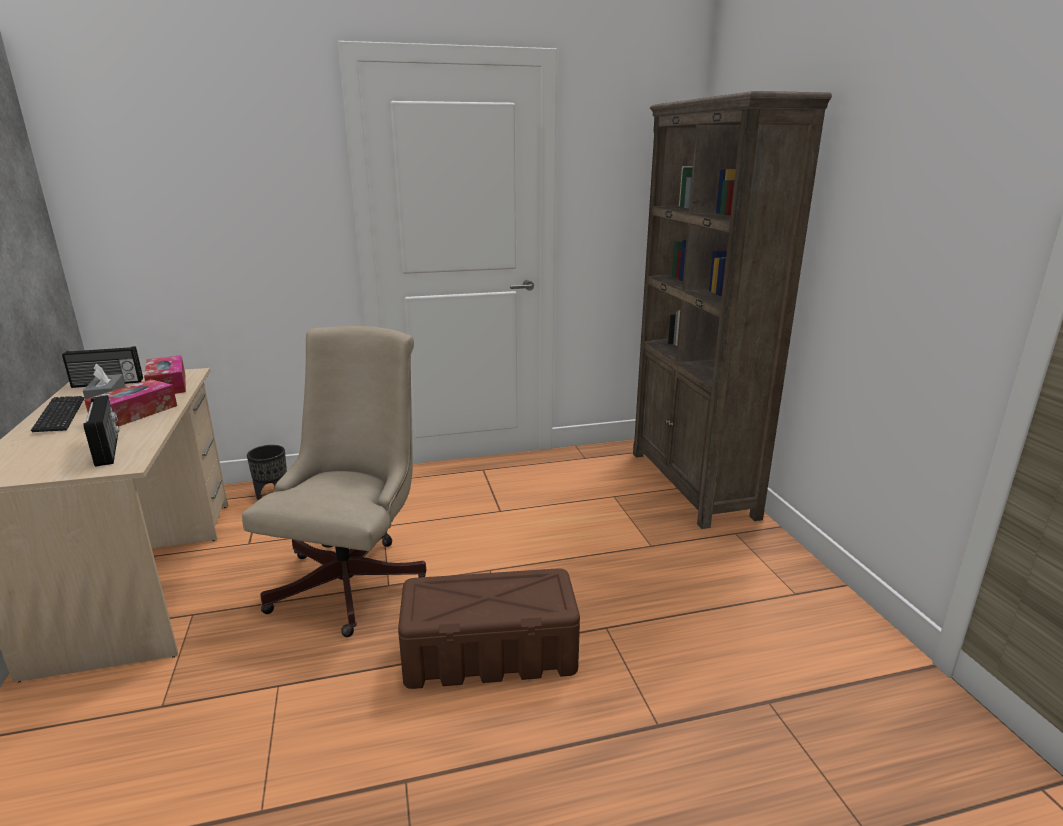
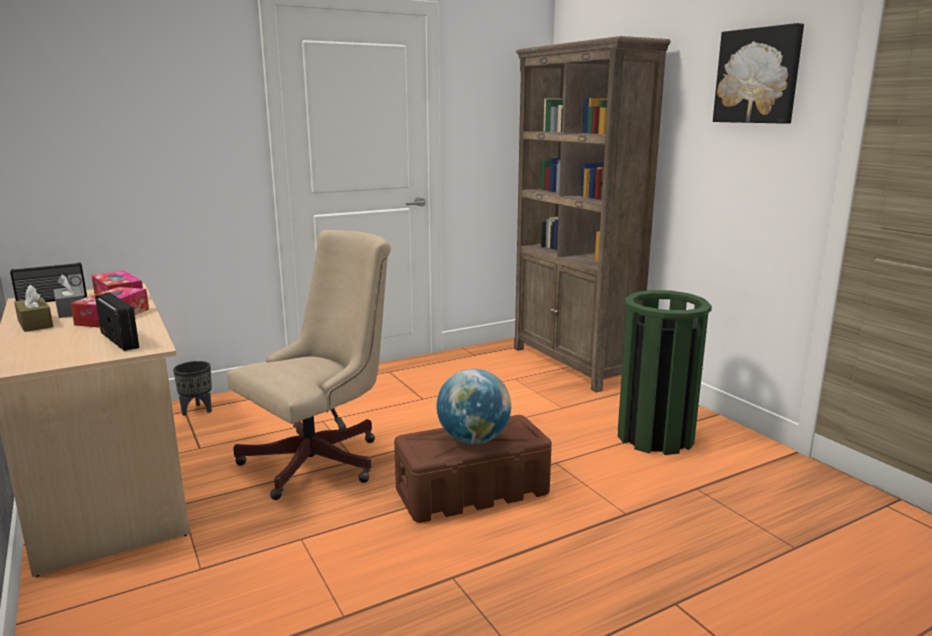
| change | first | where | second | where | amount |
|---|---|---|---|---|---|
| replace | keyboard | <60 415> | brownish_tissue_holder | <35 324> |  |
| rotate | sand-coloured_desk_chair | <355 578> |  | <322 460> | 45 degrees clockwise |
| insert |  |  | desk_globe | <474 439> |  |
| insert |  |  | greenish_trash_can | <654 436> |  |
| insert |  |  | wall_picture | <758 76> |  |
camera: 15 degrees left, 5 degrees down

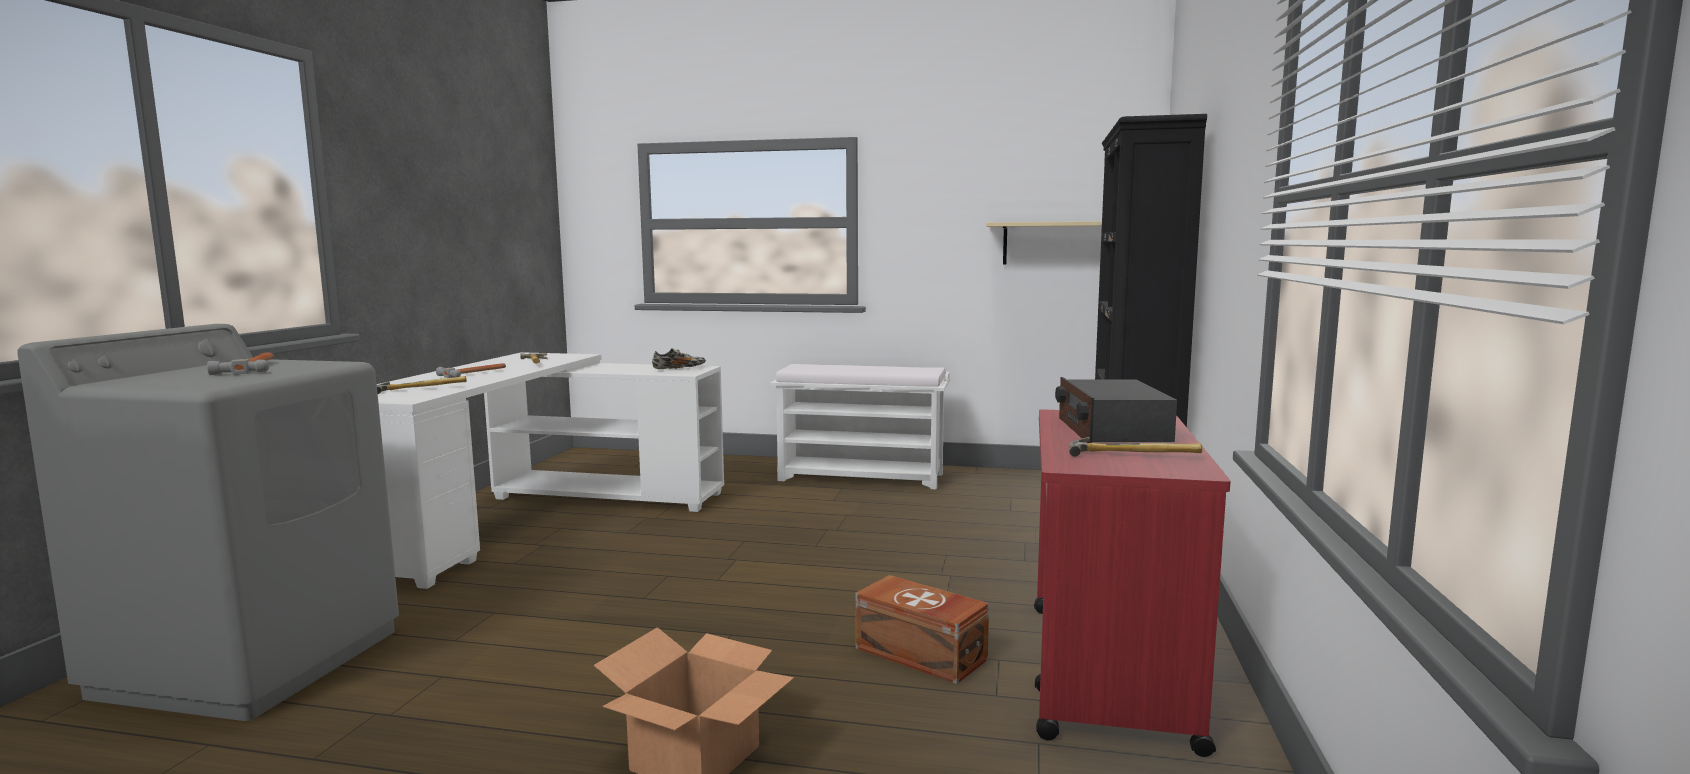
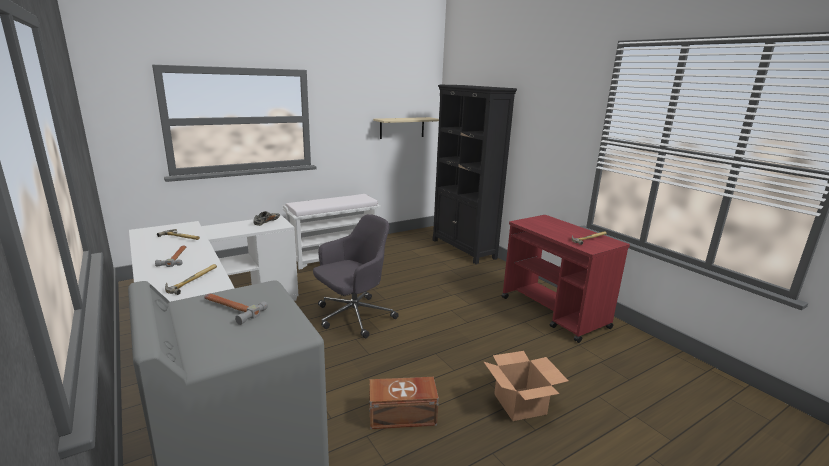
| change | first | where | second | where | amount |
|---|---|---|---|---|---|
| move | brownish_storage_container | <921 655> |  | <403 416> |  |
| delete | radio_set | <1111 430> |  |  |  |
| insert |  |  | gray_desk_chair | <353 317> |  |
camera: 45 degrees left, 10 degrees up

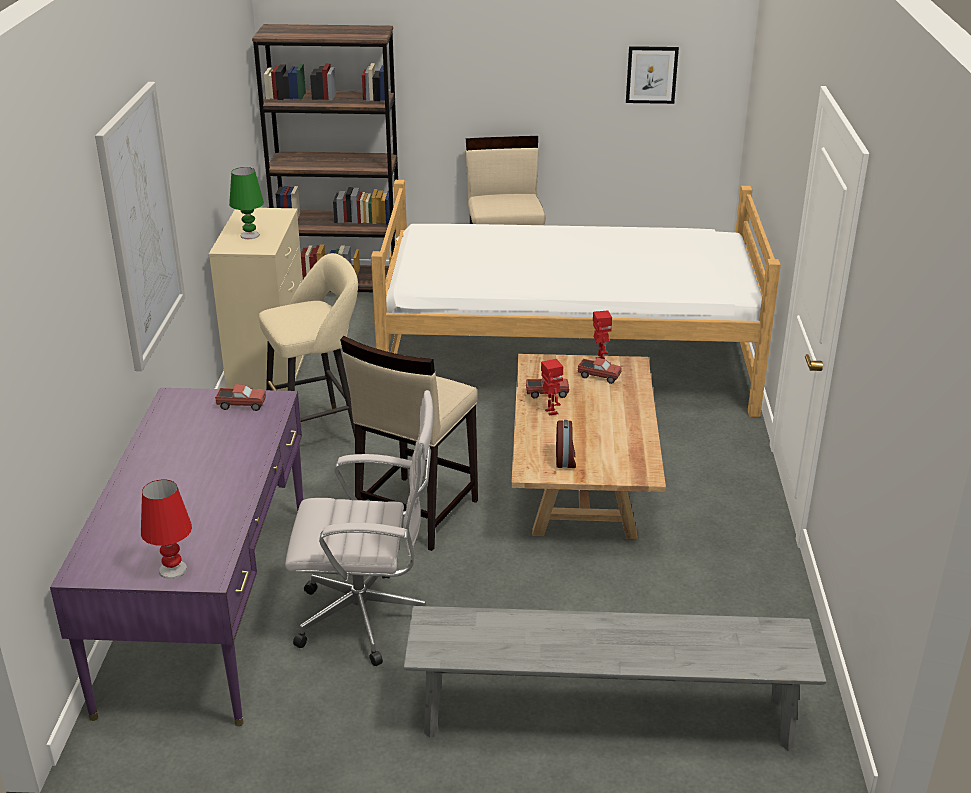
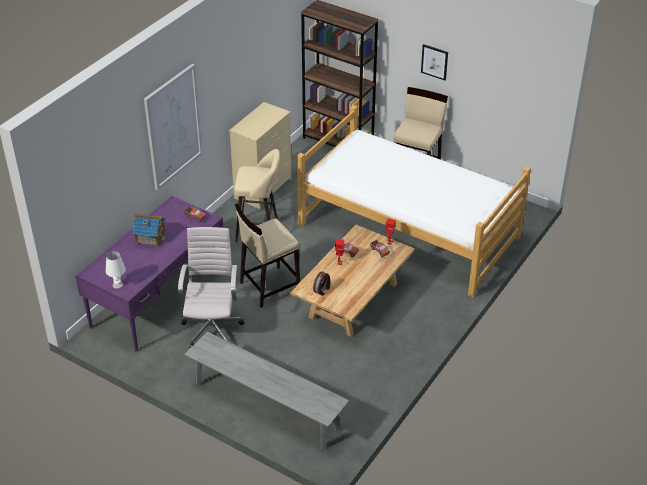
| change | first | where | second | where | amount |
|---|---|---|---|---|---|
| recolor | reddish_tabletop_lamp | <173 569> | white-coloured_tabletop_lamp | <118 285> |  |
| delete | greenish_tabletop_lamp | <250 235> |  |  |  |
| rotate | white-coloured_desk_chair | <369 618> |  | <212 328> | 120 degrees counterclockwise |
| move | wall_picture | <651 74> |  | <434 62> |  |
| insert |  |  | miniature_house | <150 237> |  |
camera: 30 degrees right, 10 degrees up

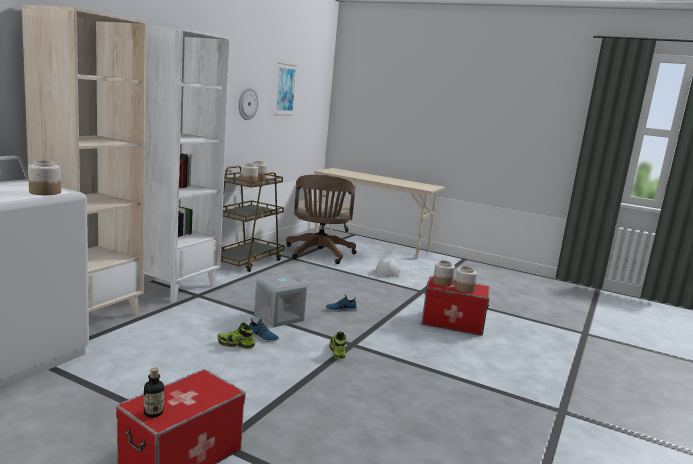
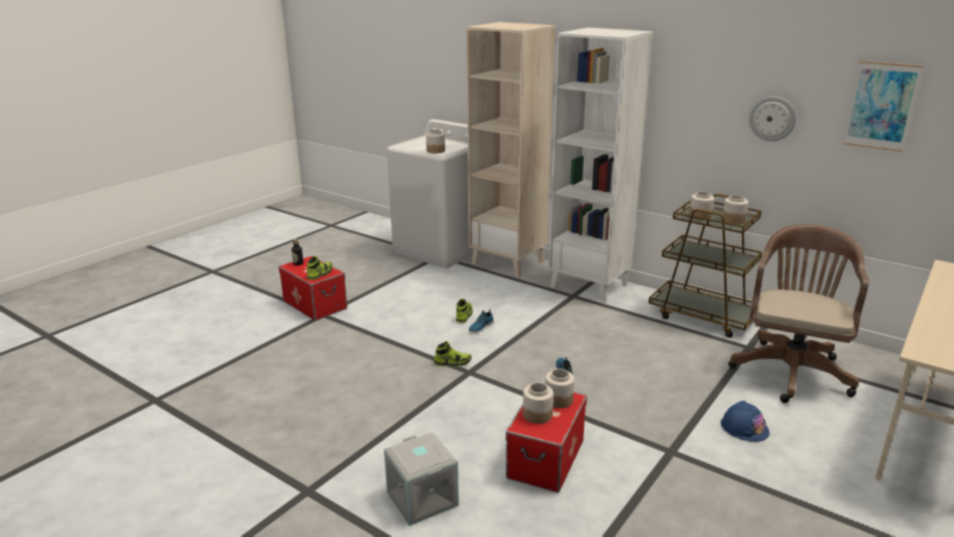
| change | first | where | second | where | amount |
|---|---|---|---|---|---|
| move | gray_storage_container | <279 317> |  | <421 499> |  |
| rotate | brownish_desk_chair | <319 254> |  | <791 369> | 105 degrees clockwise |
| recolor | white-coloured_safety_helmet | <387 273> | blue-coloured_safety_helmet | <744 427> |  |
| insert |  |  | low_shoe | <320 274> |  |
camera: 100 degrees right, 10 degrees up

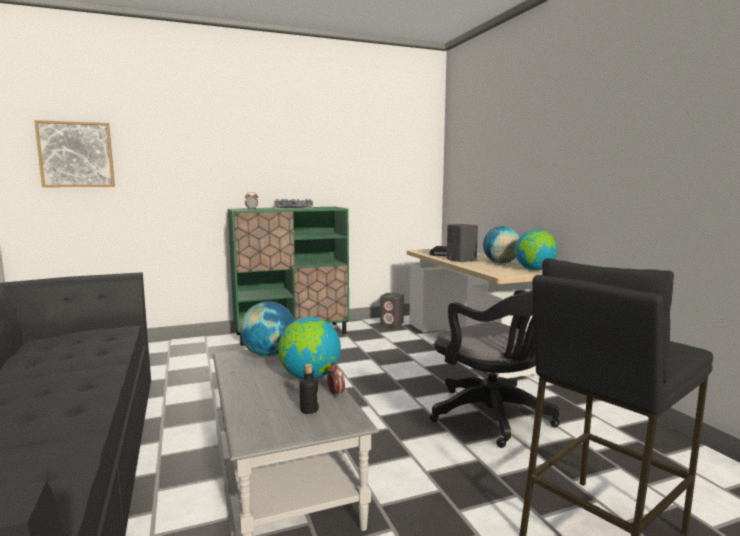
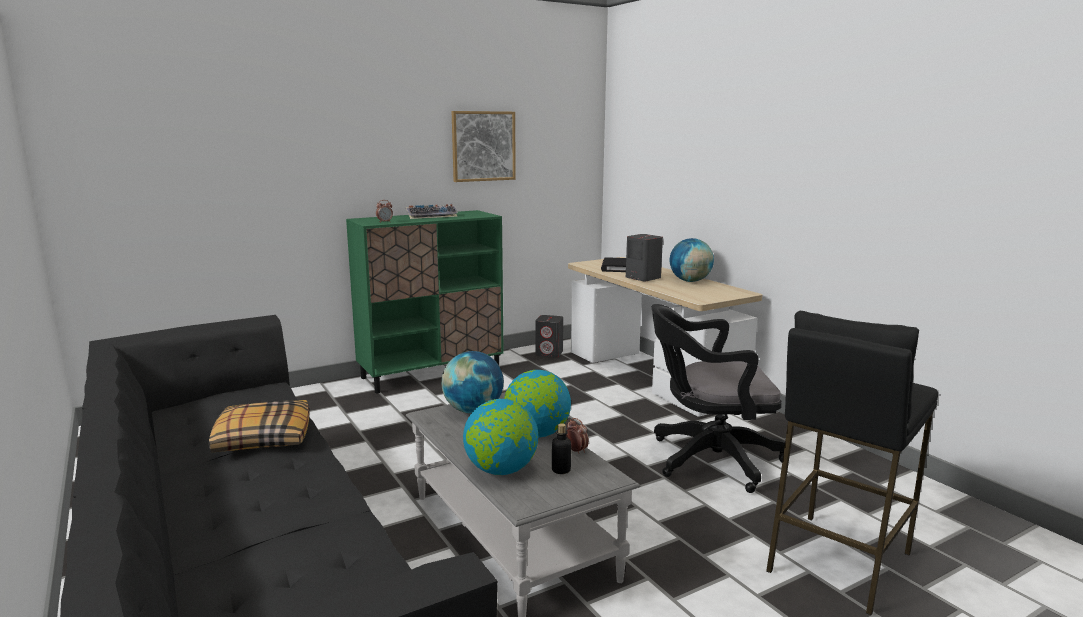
| change | first | where | second | where | amount |
|---|---|---|---|---|---|
| move | wall_picture | <76 154> |  | <483 146> |  |
| rotate | black-coloured_desk_chair | <496 418> |  | <708 459> | 135 degrees clockwise |
| move | desk_globe | <534 270> |  | <501 470> |  |
| insert |  |  | throw_pillow | <262 438> |  |
camera: 10 degrees left, 5 degrees up

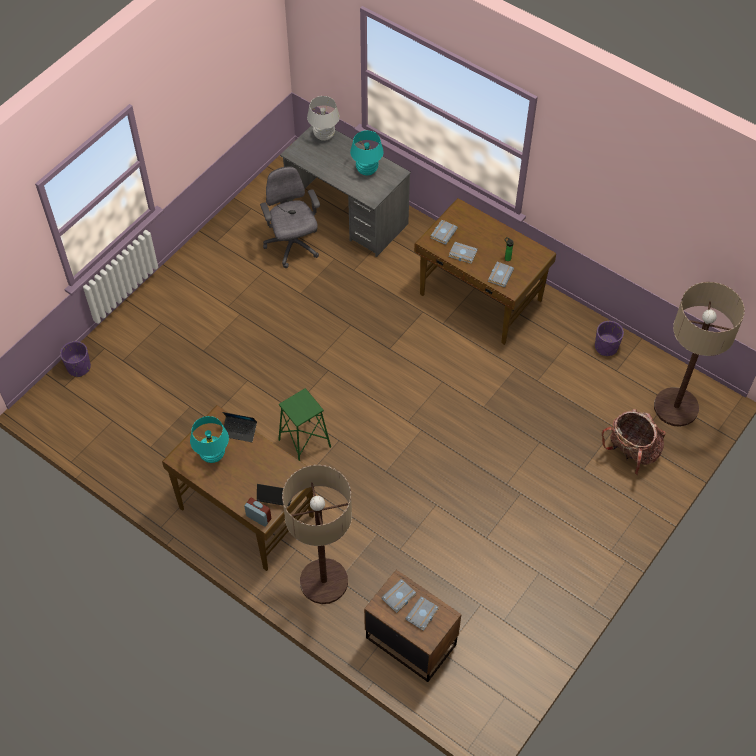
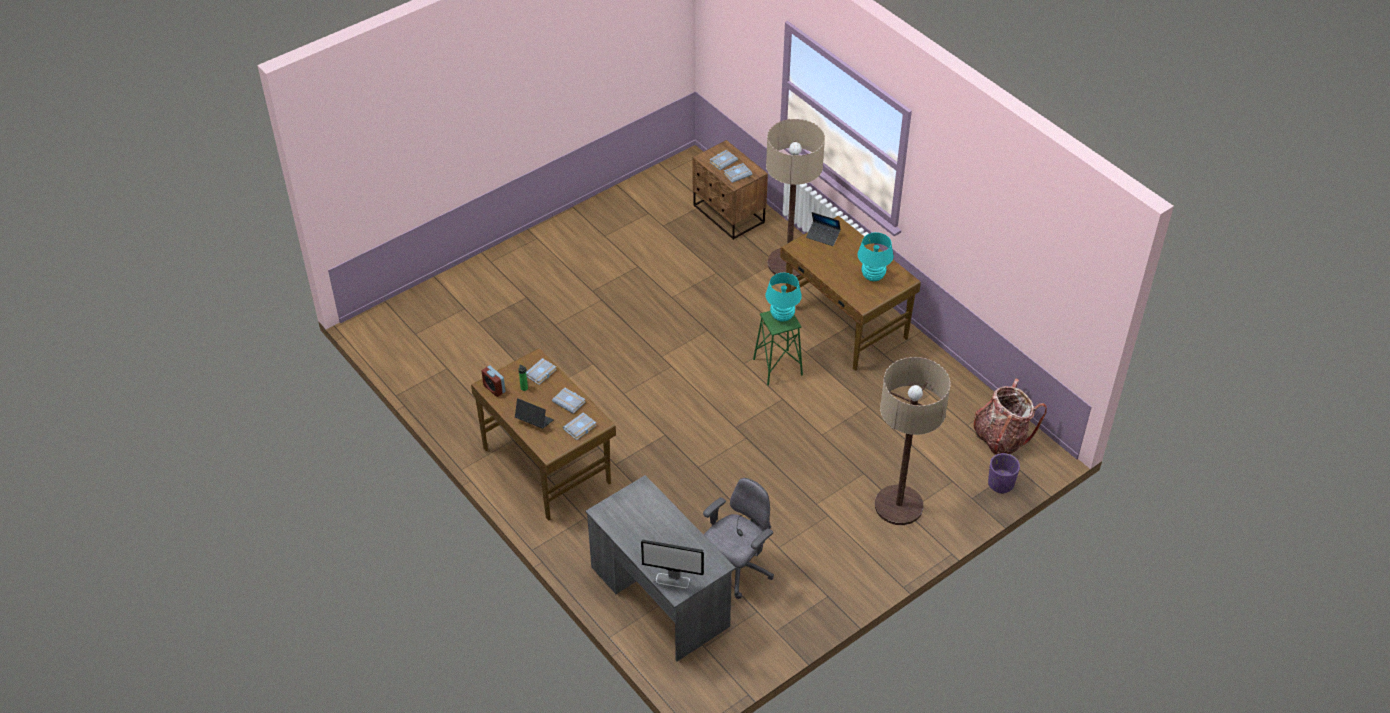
| change | first | where | second | where | amount |
|---|---|---|---|---|---|
| move | notebook_computer | <239 431> |  | <534 421> |  |
| move | alarm_clock | <258 517> |  | <494 389> |  |
| rotate | gray_desk_chair | <293 246> |  | <737 569> | 135 degrees counterclockwise |
| replace | white-coloured_tabletop_lamp | <324 136> | computer_screen | <673 580> |  |
| move | turquoise_tabletop_lamp | <367 170> |  | <782 316> |  |
| delete | purplish_flower_pot | <606 347> |  |  |  |
| move | knapsack | <631 452> |  | <1001 438> |  |
| move | standing_lamp | <676 407> |  | <899 506> |  |
camera: 165 degrees left, 10 degrees down

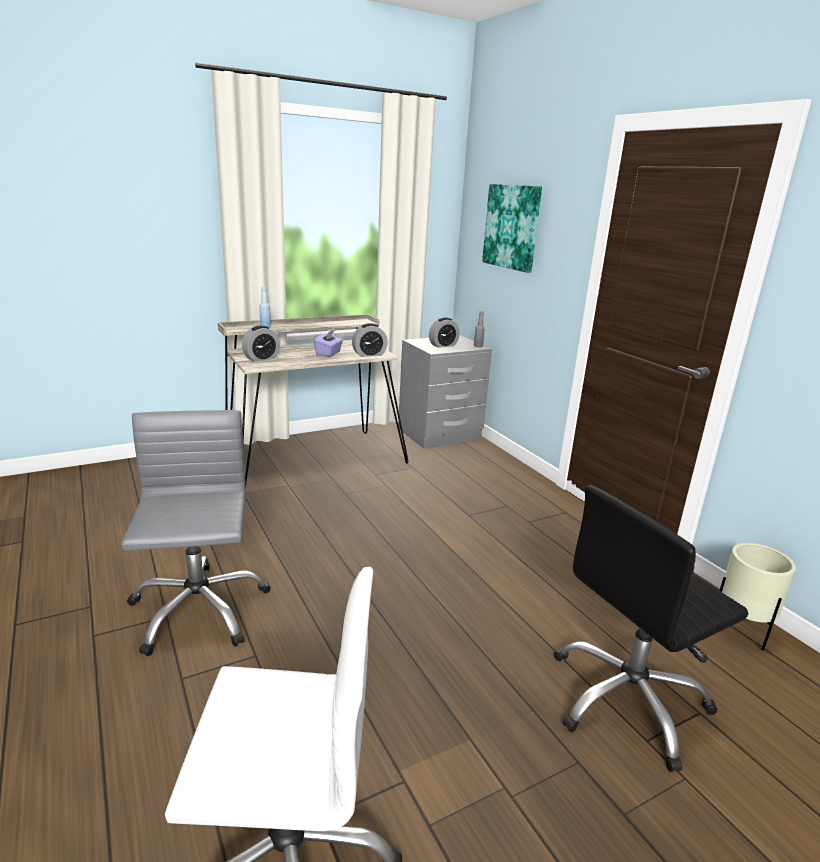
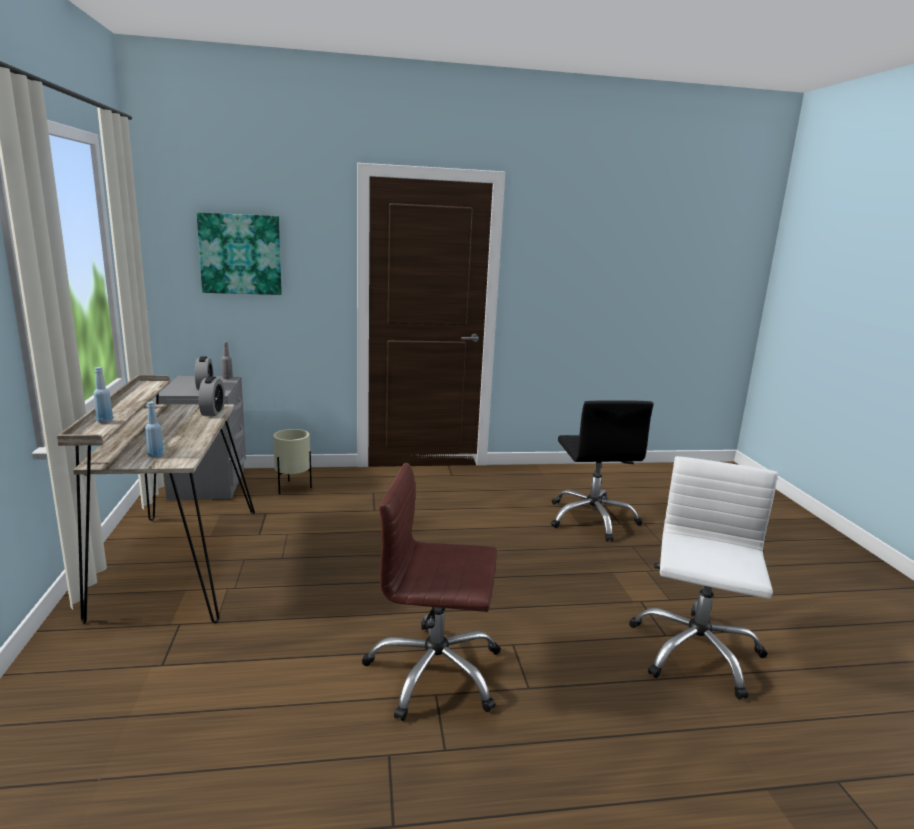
| change | first | where | second | where | amount |
|---|---|---|---|---|---|
| recolor | gray_desk_chair | <198 609> | brownish_desk_chair | <434 672> |  |
| replace | alarm_clock | <261 358> | blue-coloured_bottle | <155 455> |  |
| delete | purplish_tissue_holder | <328 353> |  |  |  |
| move | sand-coloured_flower_pot | <739 632> |  | <293 488> |  |
camera: 70 degrees left, 5 degrees down

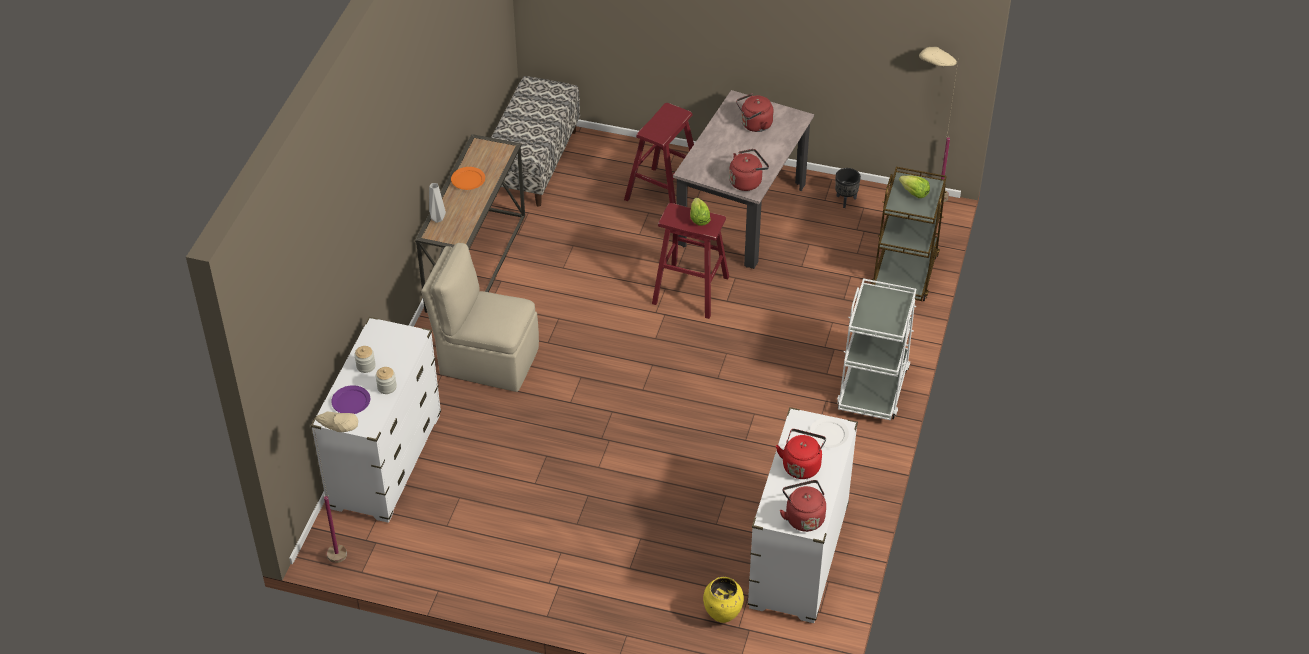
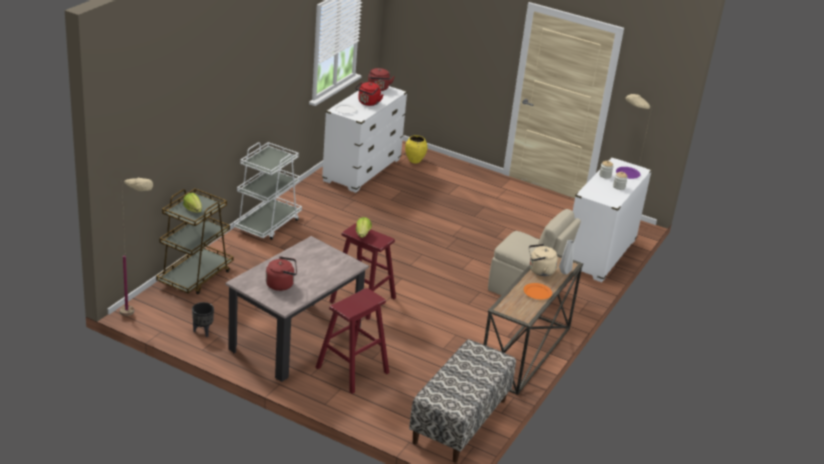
| change | first | where | second | where | amount |
|---|---|---|---|---|---|
| delete | reddish_tea_kettle | <747 181> |  |  |  |
| insert |  |  | sand-coloured_tea_kettle | <539 271> |  |
camera: 170 degrees left, 15 degrees down

